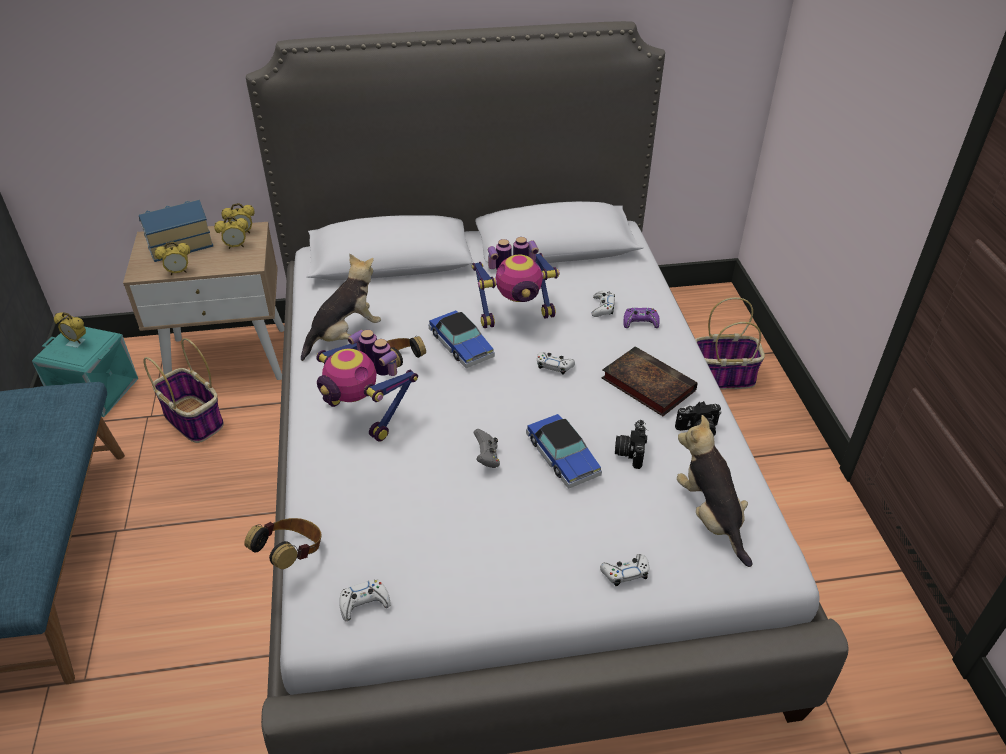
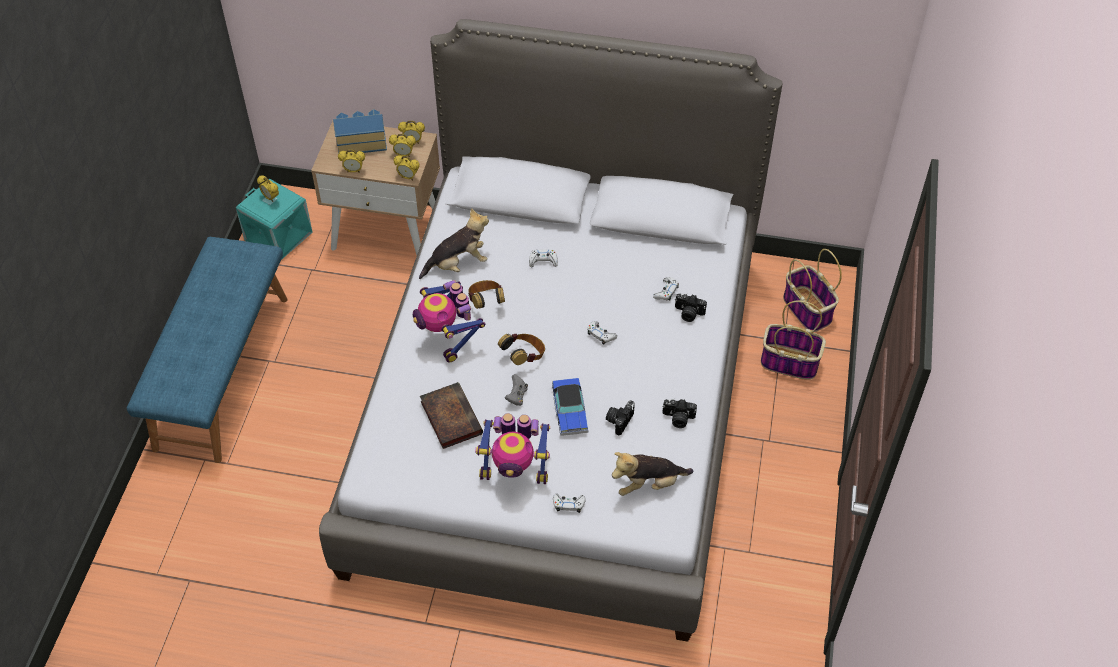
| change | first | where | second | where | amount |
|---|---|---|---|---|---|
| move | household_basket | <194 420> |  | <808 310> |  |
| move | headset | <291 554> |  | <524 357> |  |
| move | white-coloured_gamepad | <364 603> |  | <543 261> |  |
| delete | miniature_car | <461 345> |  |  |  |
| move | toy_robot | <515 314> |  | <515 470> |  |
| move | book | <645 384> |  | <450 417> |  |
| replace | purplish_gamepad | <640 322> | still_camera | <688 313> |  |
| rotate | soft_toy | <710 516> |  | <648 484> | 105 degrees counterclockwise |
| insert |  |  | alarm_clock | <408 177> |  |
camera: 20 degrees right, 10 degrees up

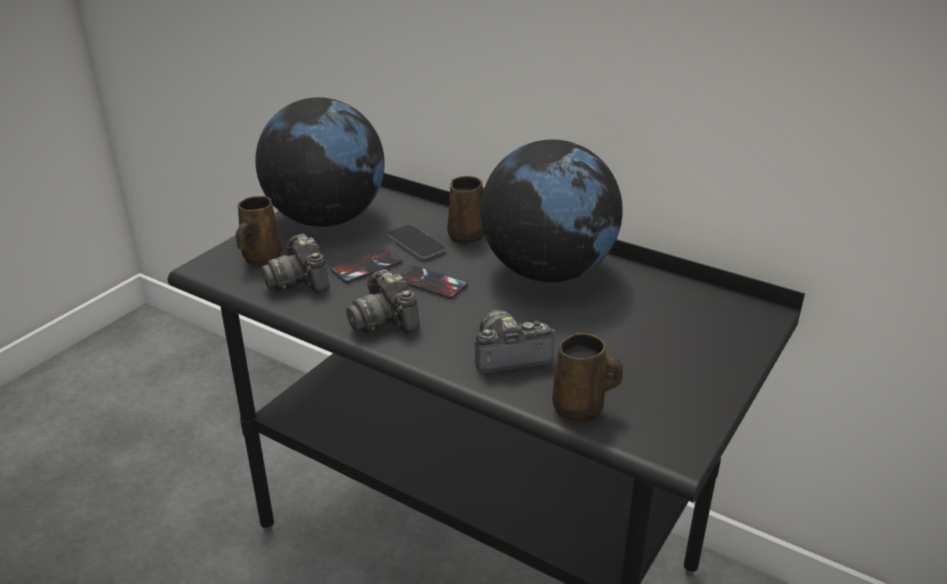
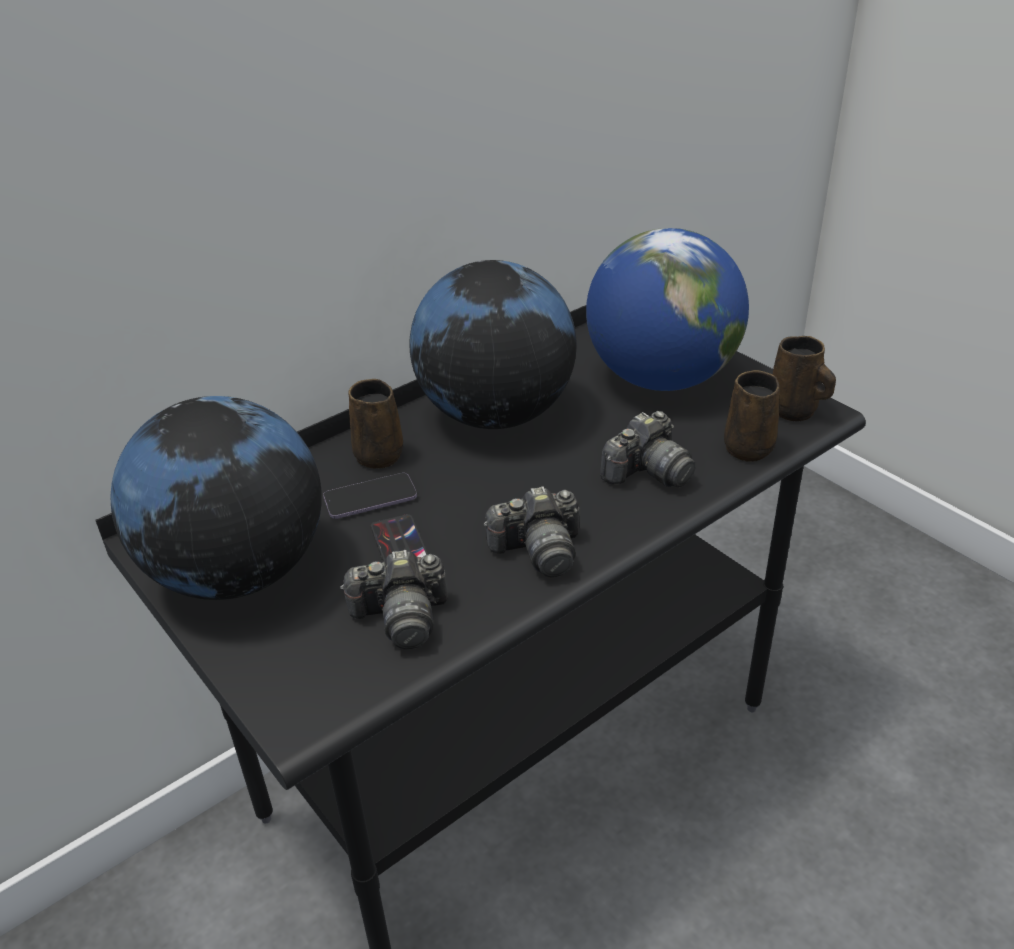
| change | first | where | second | where | amount |
|---|---|---|---|---|---|
| move | brownish_tea_mug | <261 259> |  | <795 411> |  |
| delete | telephone | <431 283> |  |  |  |
| rotate | still_camera | <508 356> |  | <648 472> | 135 degrees counterclockwise |
| insert |  |  | desk_globe | <662 378> |  |
camera: 70 degrees left, 5 degrees up

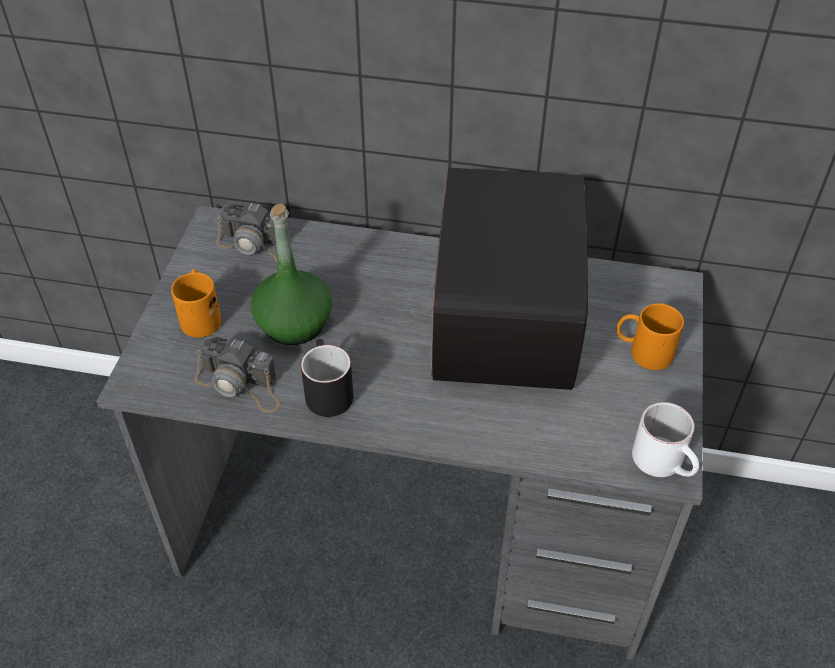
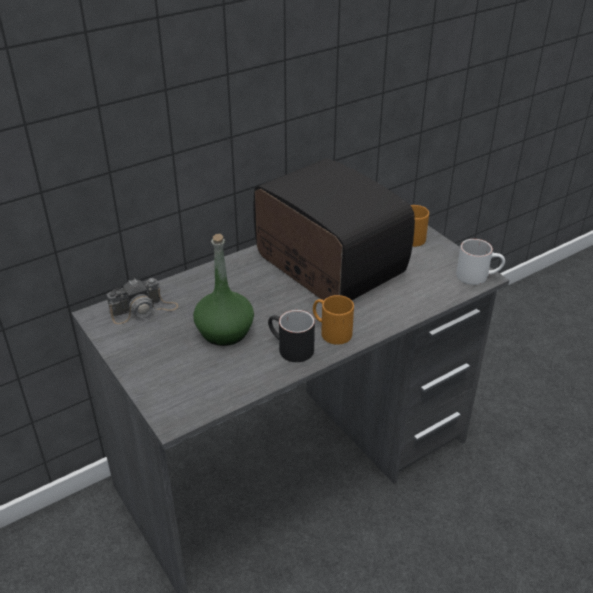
| change | first | where | second | where | amount |
|---|---|---|---|---|---|
| move | orange-coloured_tea_mug | <200 315> |  | <330 332> |  |
| delete | still_camera | <240 384> |  |  |  |
camera: 45 degrees left, 10 degrees down

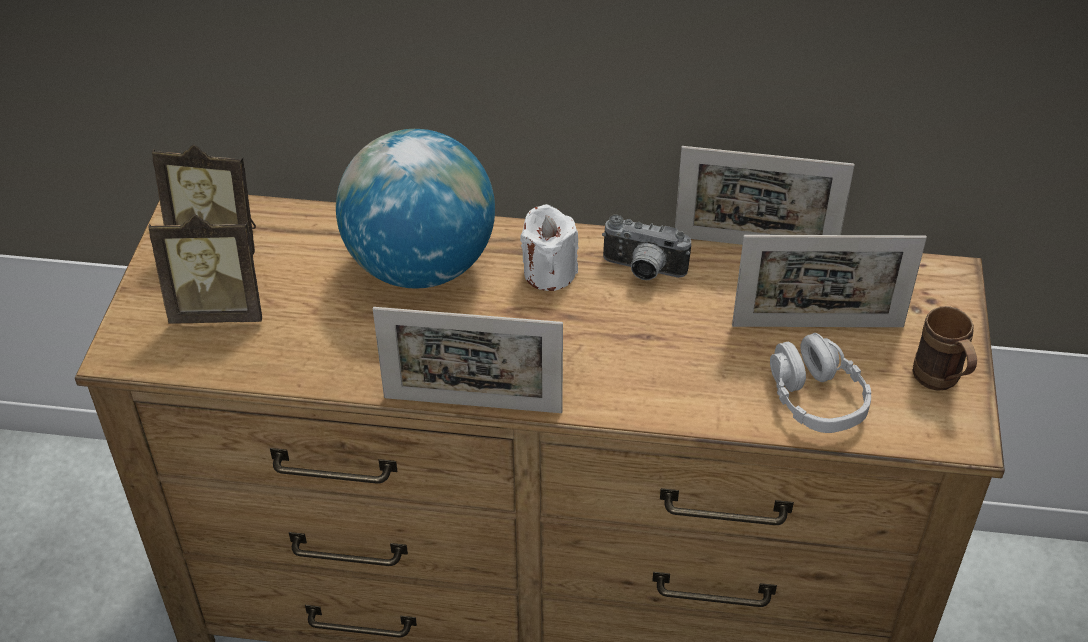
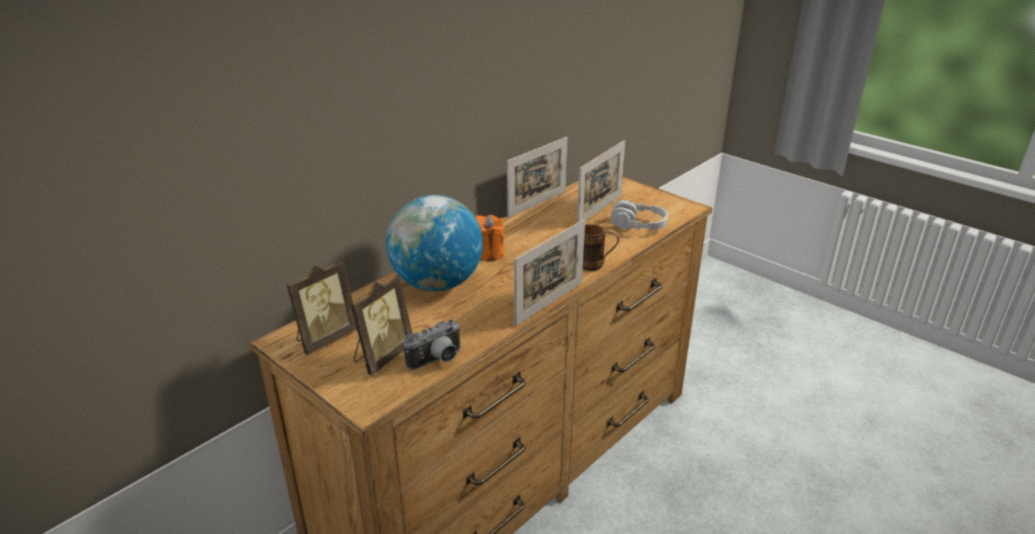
| change | first | where | second | where | amount |
|---|---|---|---|---|---|
| recolor | white-coloured_wax_light | <549 272> | orange-coloured_wax_light | <489 253> |  |
| move | still_camera | <642 271> |  | <437 361> |  |
| move | brownish_tea_mug | <941 382> |  | <596 266> |  |
camera: 55 degrees left, 15 degrees down

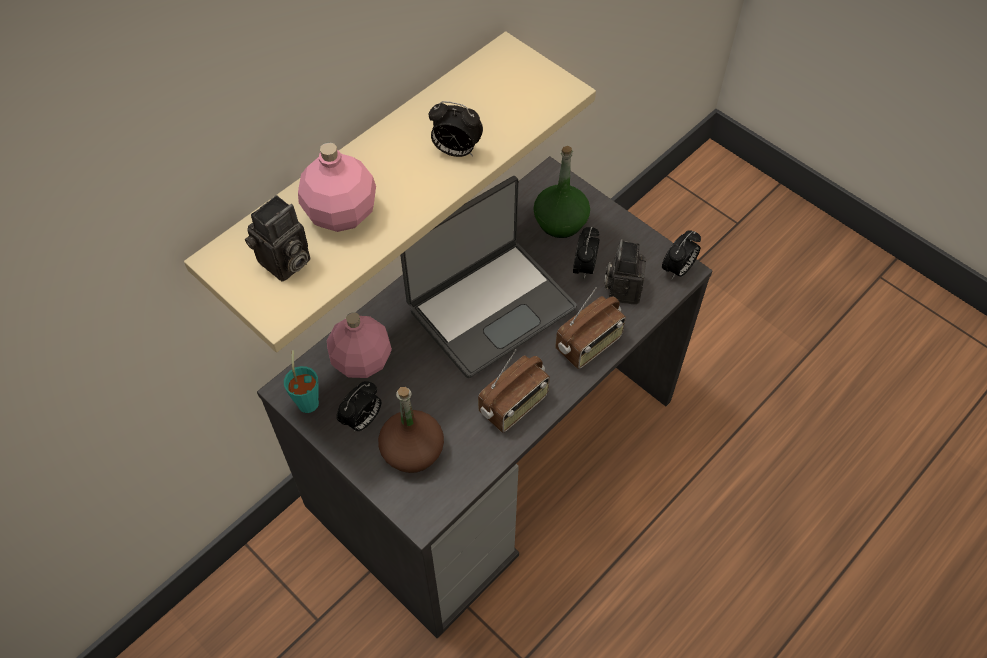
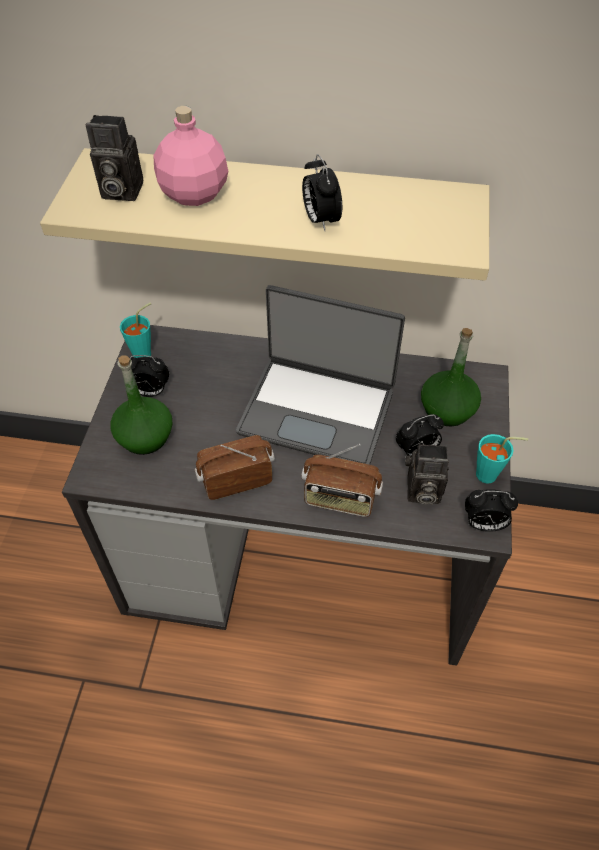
| change | first | where | second | where | amount |
|---|---|---|---|---|---|
| delete | pink_bottle | <361 361> |  |  |  |
| recolor | brownish_bottle | <412 450> | greenish_bottle | <145 436> |  |
| rotate | radio_set | <514 405> |  | <236 479> | 150 degrees clockwise |
| rotate | still_camera | <622 288> |  | <421 492> | 150 degrees counterclockwise |
| insert |  |  | turquoise_cup | <491 475> |  |
camera: 55 degrees right, 5 degrees down

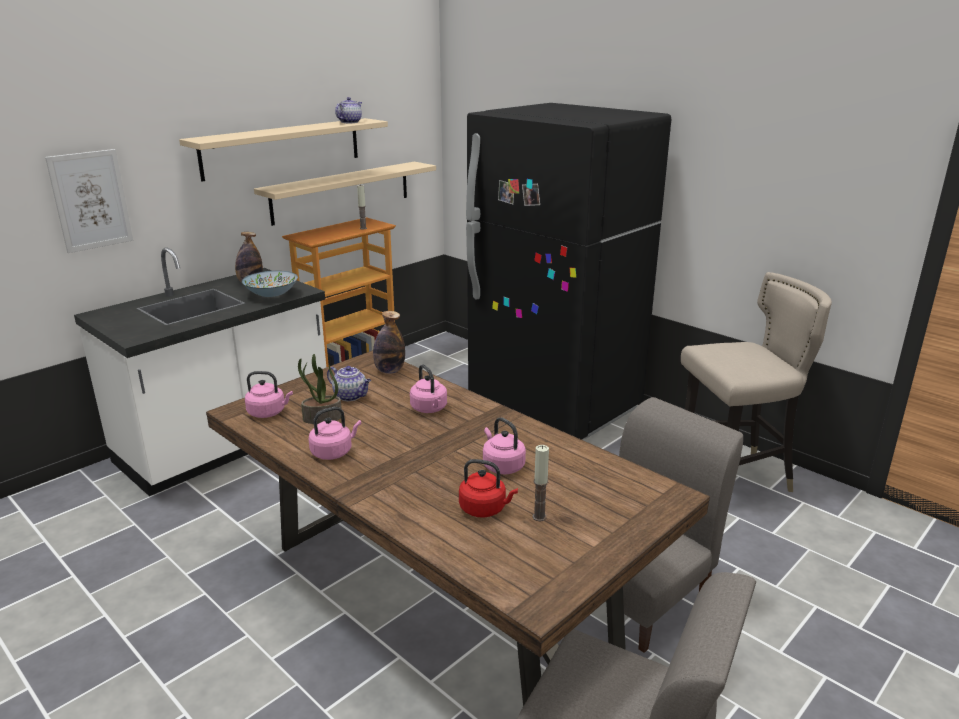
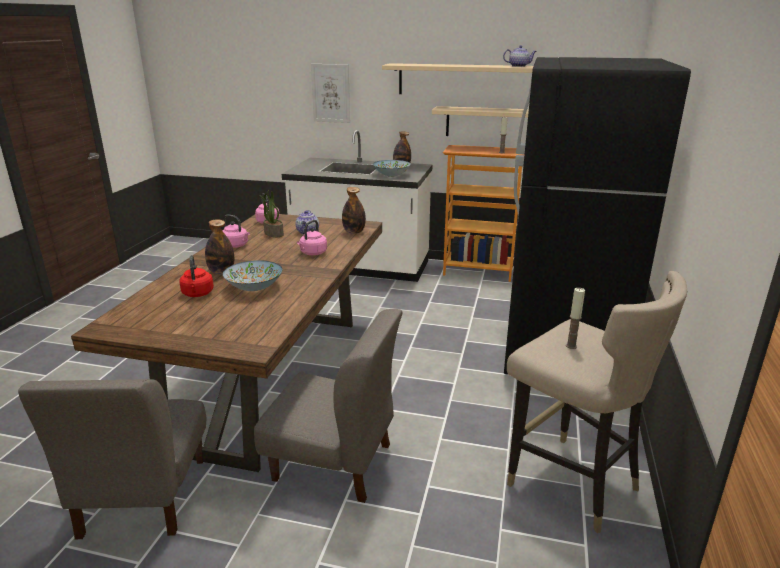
| change | first | where | second | where | amount |
|---|---|---|---|---|---|
| replace | pink_tea_kettle | <502 466> | serving_bowl | <254 287> |  |
| move | wax_light | <539 517> |  | <571 346> |  |
| insert |  |  | bottle | <221 272> |  |
camera: 60 degrees right, 0 degrees up

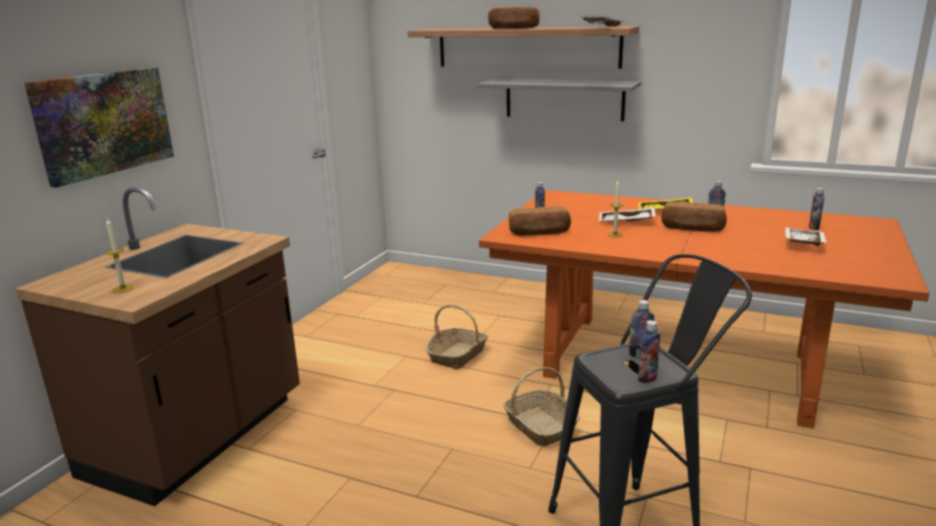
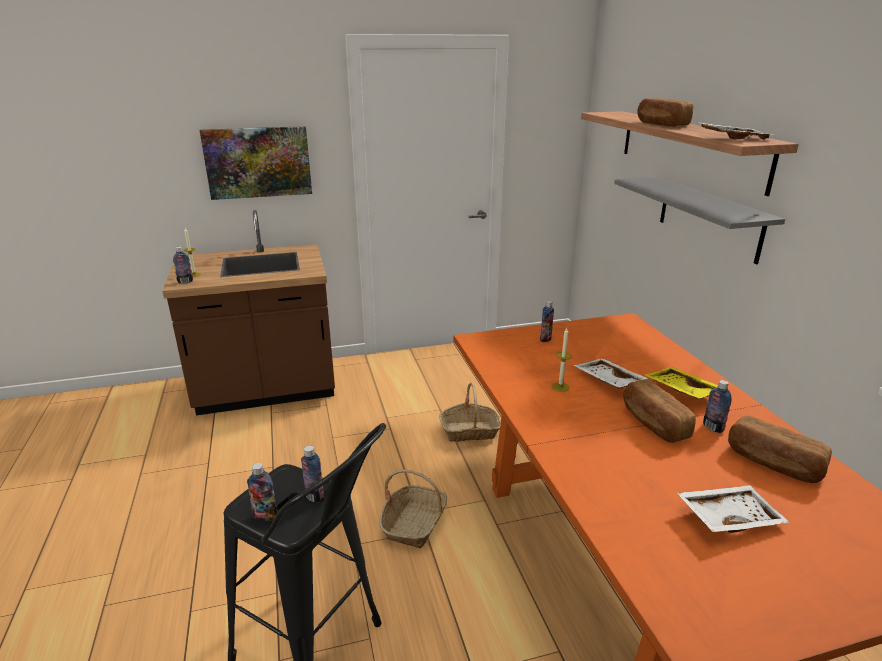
| change | first | where | second | where | amount |
|---|---|---|---|---|---|
| move | bakery_bread | <539 232> |  | <772 463> |  |
| move | bottle | <814 228> |  | <185 282> |  |
camera: 50 degrees right, 5 degrees up

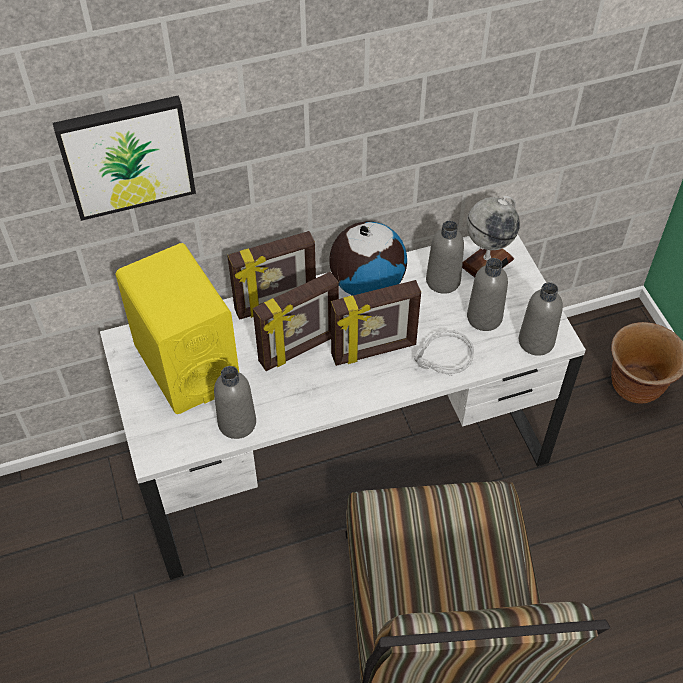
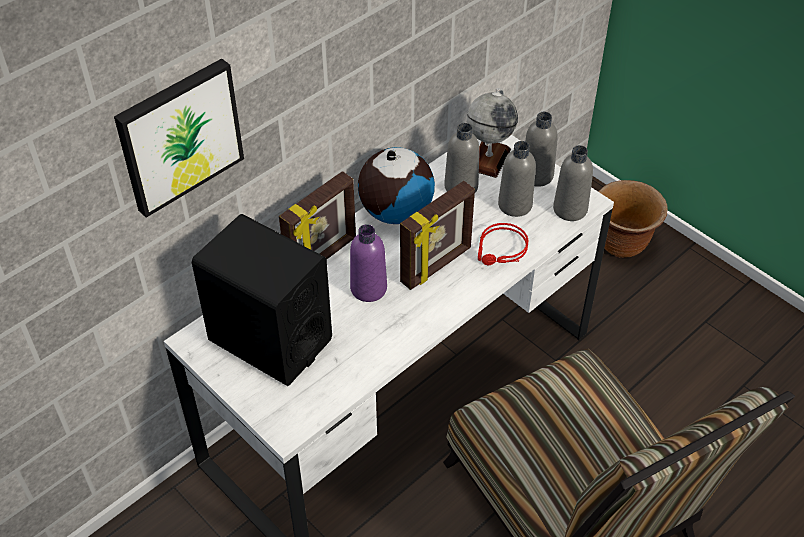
| change | first | where | second | where | amount |
|---|---|---|---|---|---|
| recolor | yellow_audio_speaker | <187 365> | black-coloured_audio_speaker | <270 340> |  |
| move | gray_bottle | <237 423> |  | <536 175> |  |
| replace | photo_frame | <299 349> | purplish_bottle | <368 288> |  |
| recolor | gray_headset | <443 358> | reddish_headset | <501 251> |  |
camera: 25 degrees left, 5 degrees down

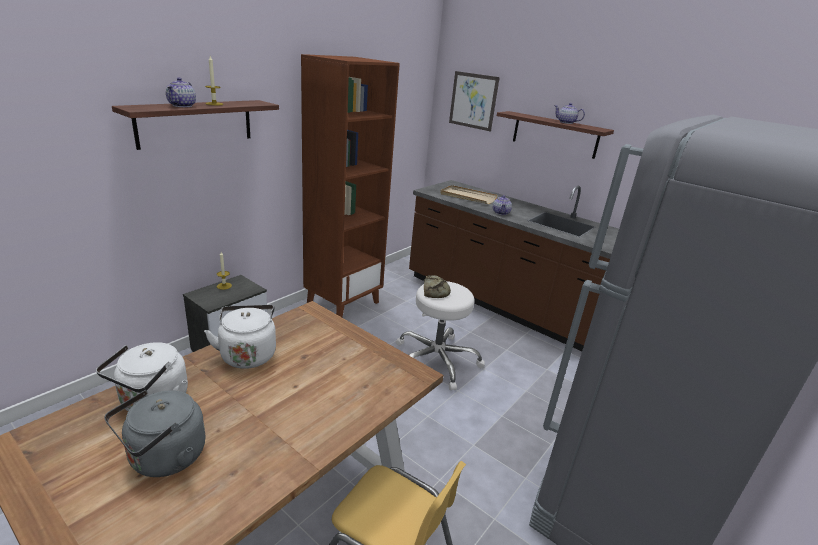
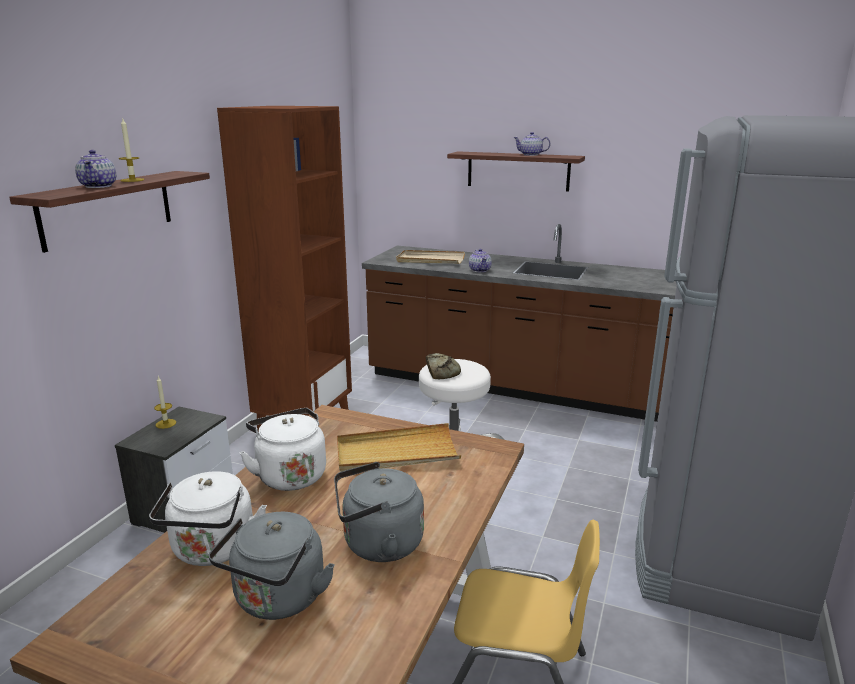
| change | first | where | second | where | amount |
|---|---|---|---|---|---|
| delete | wall_picture | <473 101> |  |  |  |
| insert |  |  | gray_tea_kettle | <378 544> |  |
| insert |  |  | sand-coloured_tray | <396 453> |  |
camera: 15 degrees left, 5 degrees down

